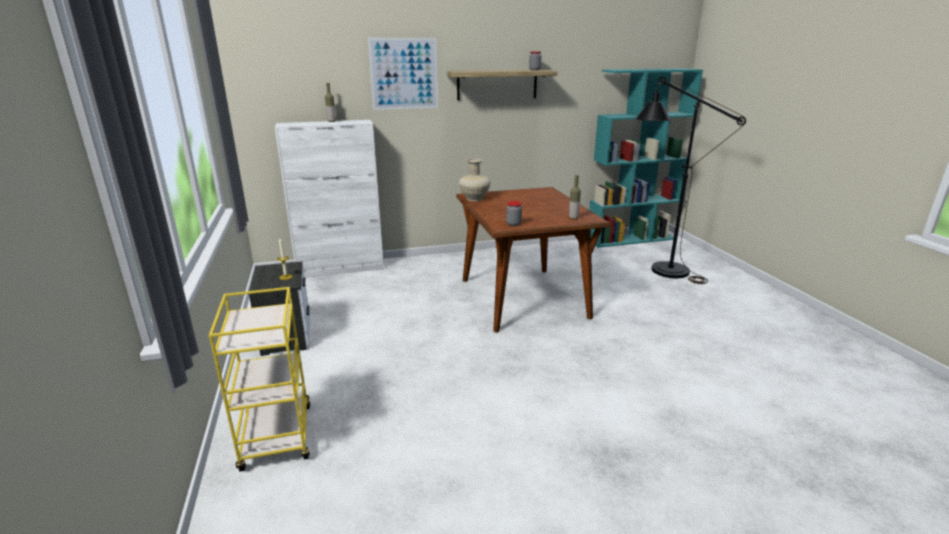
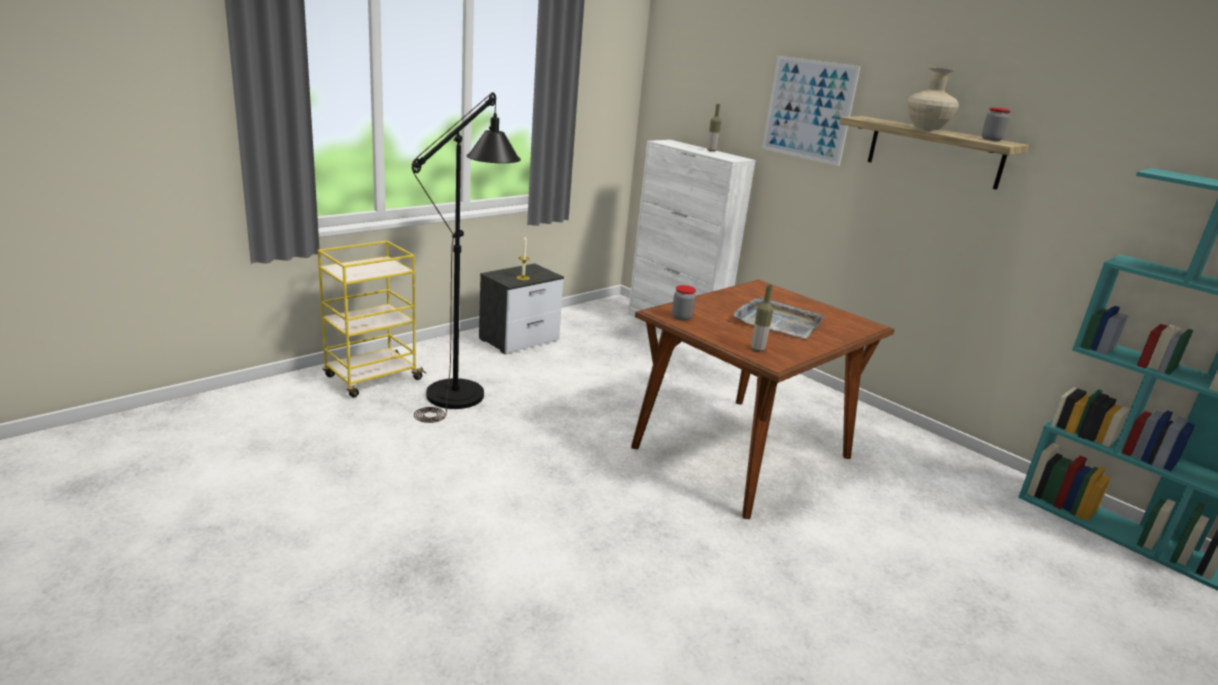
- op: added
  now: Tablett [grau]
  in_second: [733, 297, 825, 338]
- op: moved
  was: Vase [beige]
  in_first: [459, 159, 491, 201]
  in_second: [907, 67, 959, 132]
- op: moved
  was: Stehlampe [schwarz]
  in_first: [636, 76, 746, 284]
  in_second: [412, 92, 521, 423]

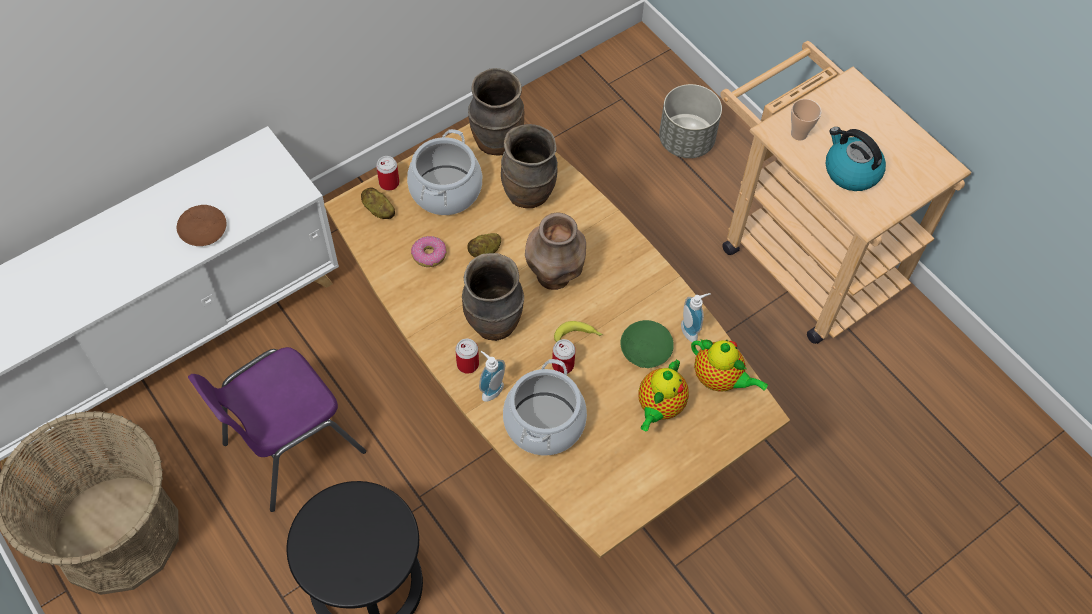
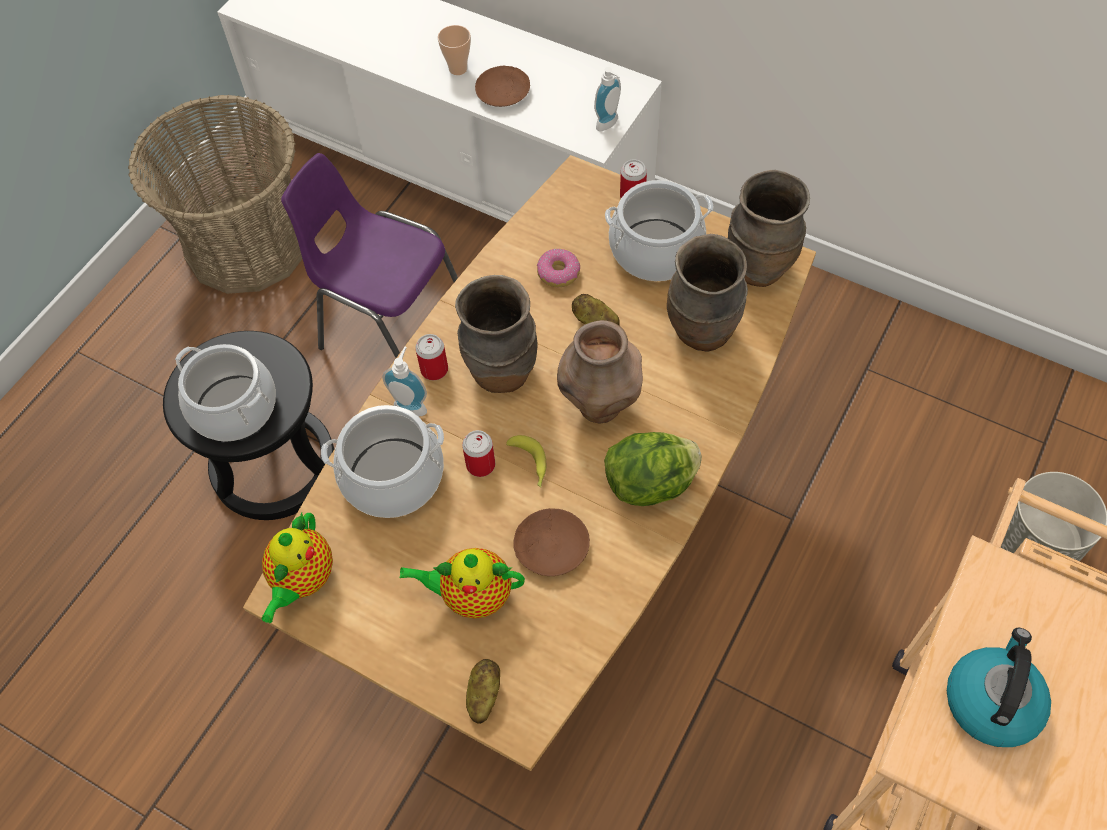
- op: added
  now: Kochtopf
  in_second: [175, 344, 276, 442]
- op: added
  now: Salatkopf
  in_second: [604, 432, 702, 506]
- op: moved
  was: Kartoffel
  in_first: [361, 187, 395, 219]
  in_second: [466, 659, 500, 724]
- op: moved
  was: Seifenspender
  in_first: [681, 293, 711, 342]
  in_second: [594, 67, 621, 131]
- op: moved
  was: Teekanne
  in_first: [691, 339, 768, 392]
  in_second: [261, 513, 333, 623]
- op: moved
  was: Tasse
  in_first: [791, 99, 821, 141]
  in_second: [438, 25, 471, 75]
- op: recoloured
  was: Teller [grün]
  now: Teller [braun]
  in_first: [620, 320, 674, 368]
  in_second: [513, 508, 590, 576]

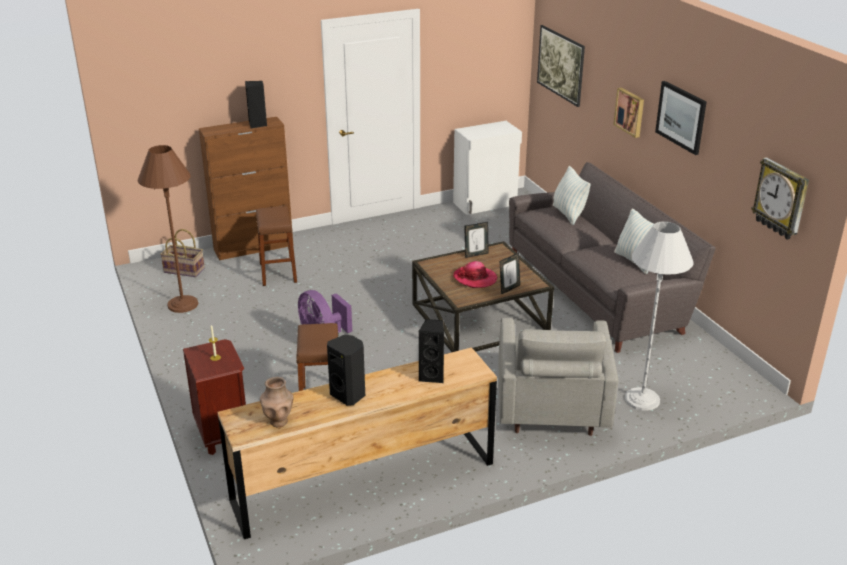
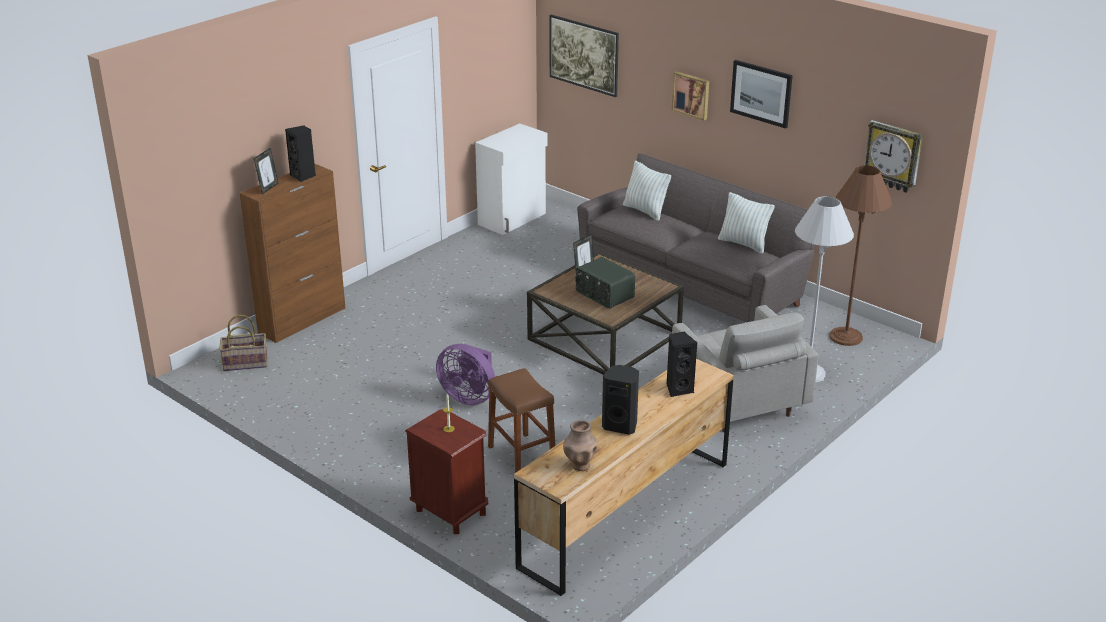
- op: removed
  was: Hocker [braun]
  in_first: [256, 206, 297, 286]
- op: moved
  was: Stehlampe [braun]
  in_first: [138, 145, 198, 313]
  in_second: [829, 165, 892, 346]
- op: moved
  was: Bilderrahmen
  in_first: [500, 253, 520, 294]
  in_second: [254, 148, 279, 194]
- op: replaced
  was: Hut
  now: Radio
  in_first: [453, 261, 497, 288]
  in_second: [575, 257, 635, 309]

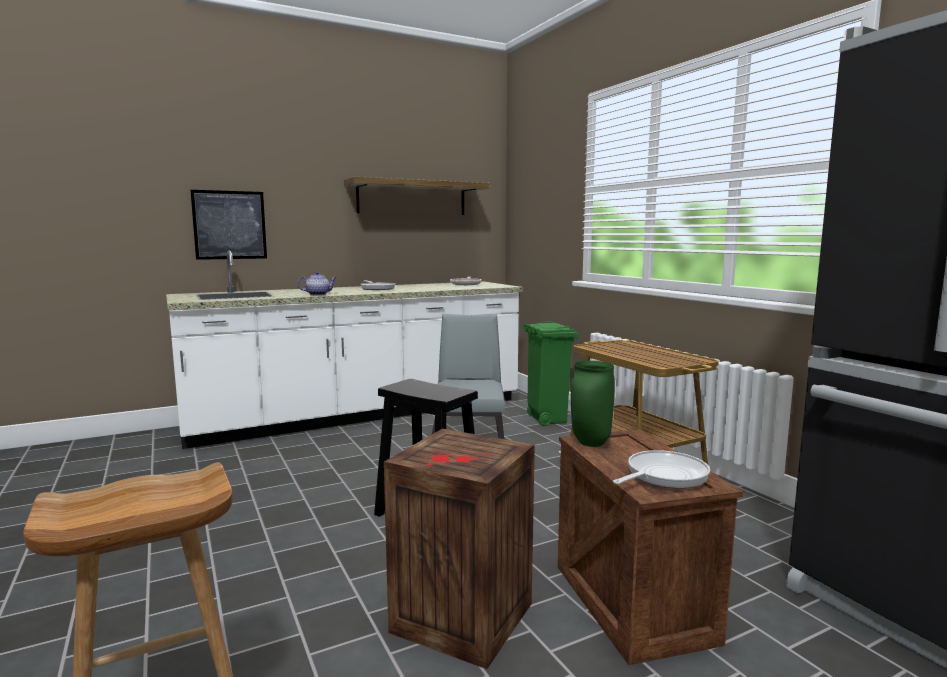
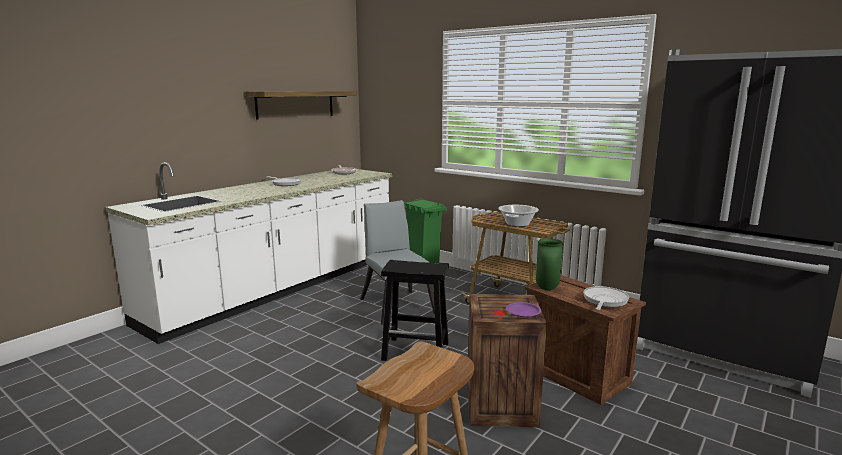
- op: removed
  was: Bild
  in_first: [190, 190, 267, 260]
- op: removed
  was: Teekanne
  in_first: [297, 272, 337, 295]
- op: added
  now: Kochtopf
  in_second: [498, 205, 539, 227]
- op: added
  now: Teller [lila]
  in_second: [506, 302, 541, 317]

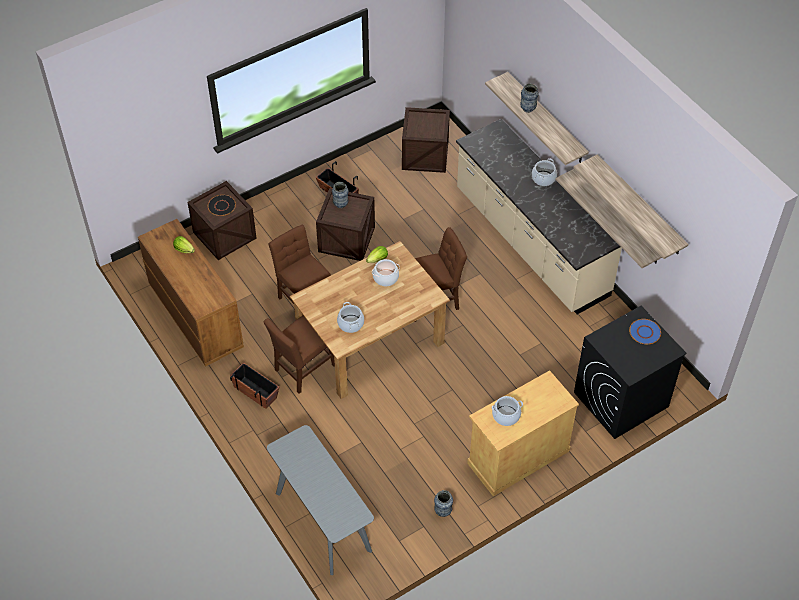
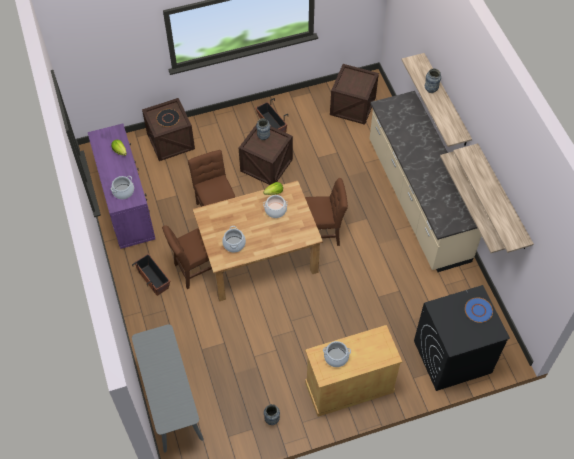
- op: moved
  was: Kochtopf
  in_first: [532, 158, 557, 186]
  in_second: [111, 176, 134, 199]
- op: recoloured
  was: Kommode [braun]
  now: Kommode [lila]
  in_first: [138, 219, 244, 366]
  in_second: [88, 124, 155, 249]

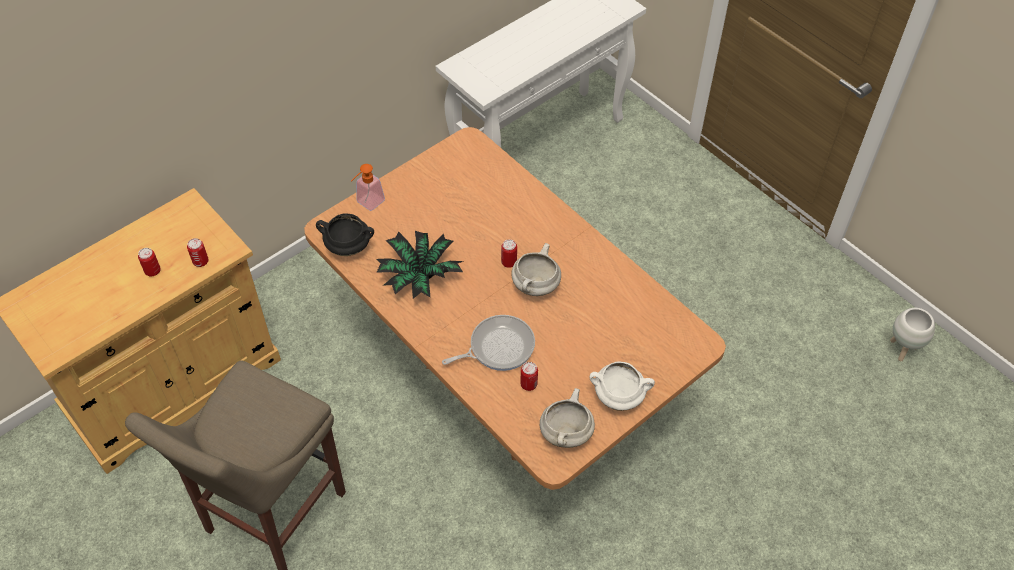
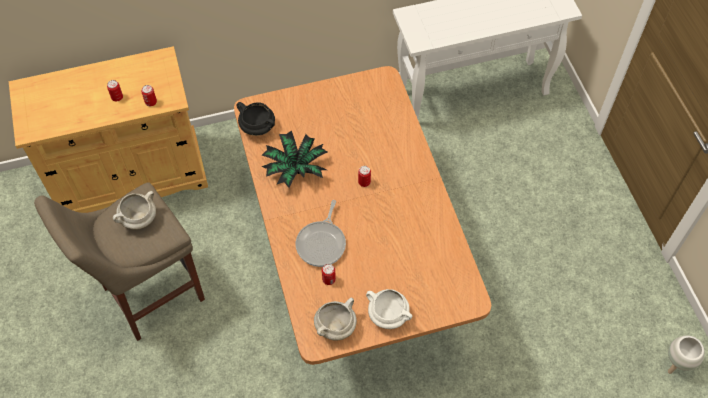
- op: removed
  was: Seifenspender
  in_first: [351, 164, 385, 211]
- op: moved
  was: Kochtopf [weiß]
  in_first: [511, 243, 561, 296]
  in_second: [113, 191, 156, 230]
- op: turned
  was: Pfanne
  in_first: [442, 315, 535, 371]
  in_second: [296, 200, 346, 267]
  clockwise: 105

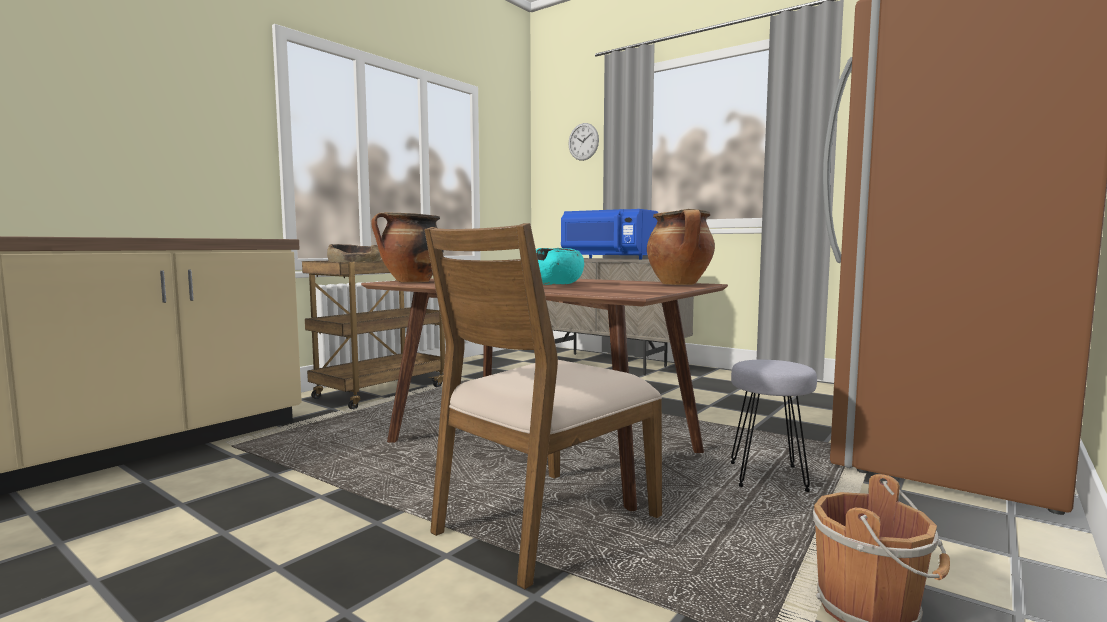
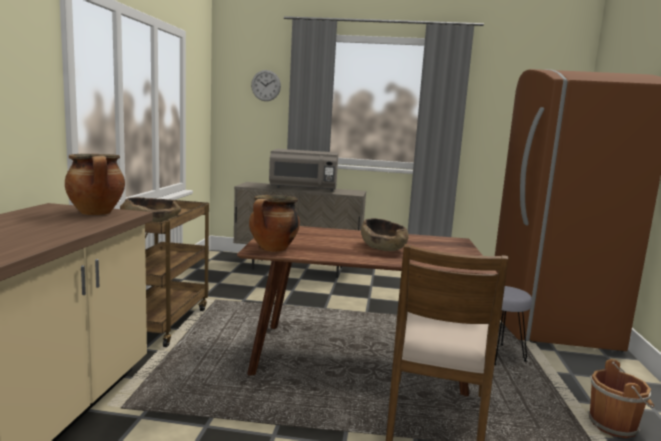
- op: moved
  was: Kochtopf
  in_first: [647, 209, 715, 285]
  in_second: [65, 154, 125, 215]
- op: recoloured
  was: Schüssel [türkis]
  now: Schüssel [braun]
  in_first: [536, 248, 584, 285]
  in_second: [361, 218, 409, 251]
- op: recoloured
  was: Mikrowelle [blau]
  now: Mikrowelle [grau]
  in_first: [561, 209, 658, 259]
  in_second: [269, 149, 338, 192]

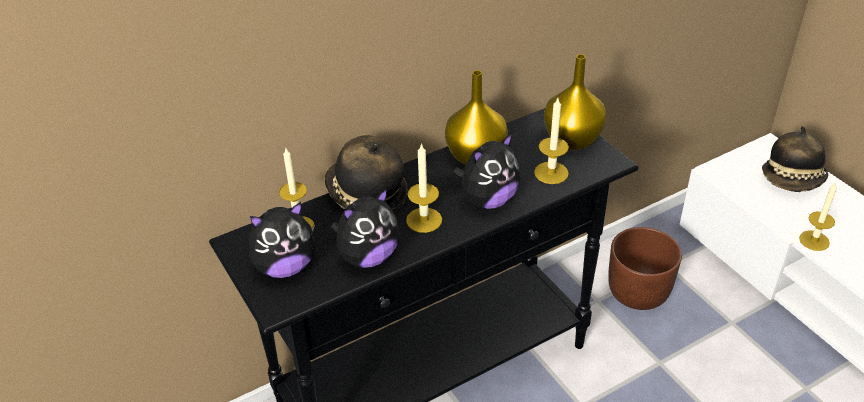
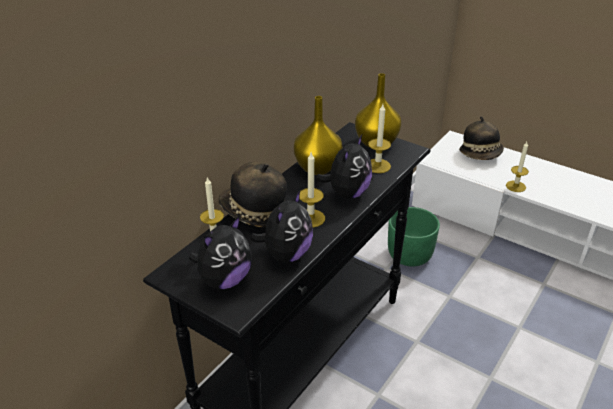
- op: recoloured
  was: Pflanzkübel [braun]
  now: Pflanzkübel [grün]
  in_first: [608, 227, 682, 310]
  in_second: [388, 207, 440, 267]

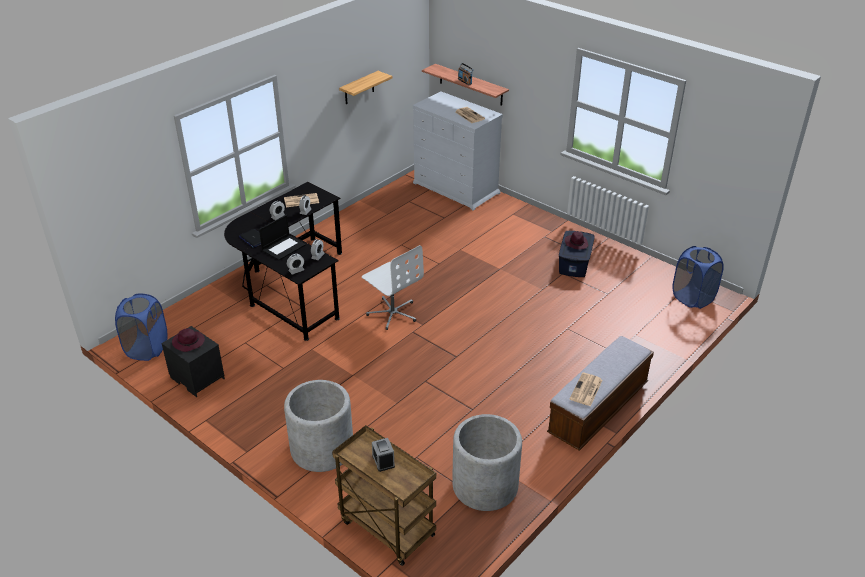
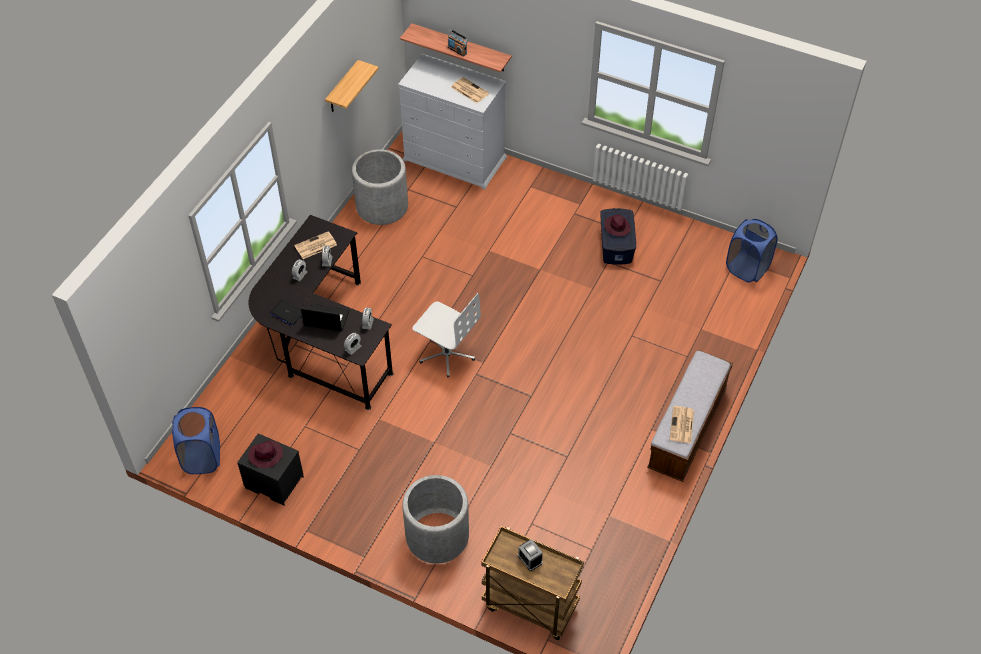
- op: moved
  was: Pflanzkübel [grau]
  in_first: [452, 414, 522, 511]
  in_second: [352, 149, 408, 225]
- op: turned
  was: Laptop
  in_first: [259, 215, 306, 260]
  in_second: [301, 304, 349, 332]
  clockwise: -105

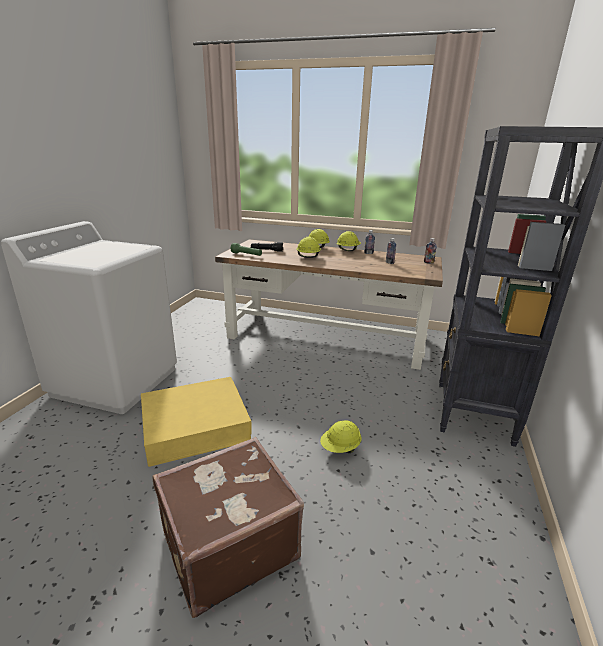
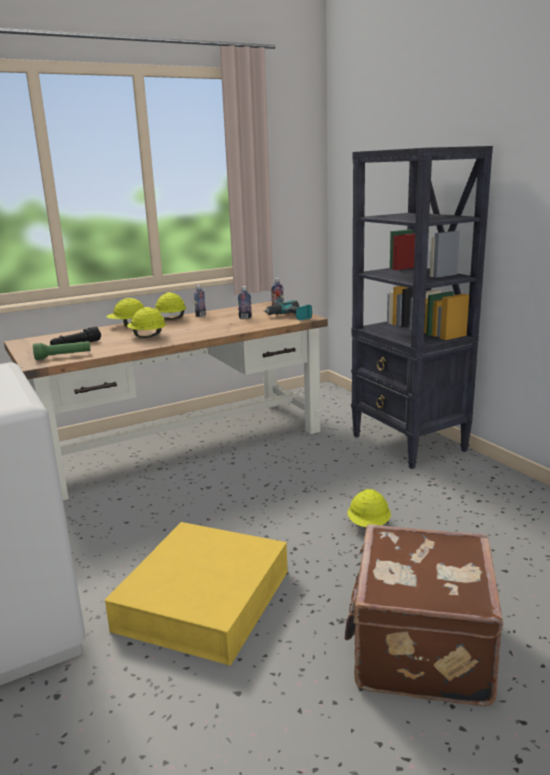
- op: added
  now: Bohrmaschine
  in_second: [263, 300, 312, 321]

